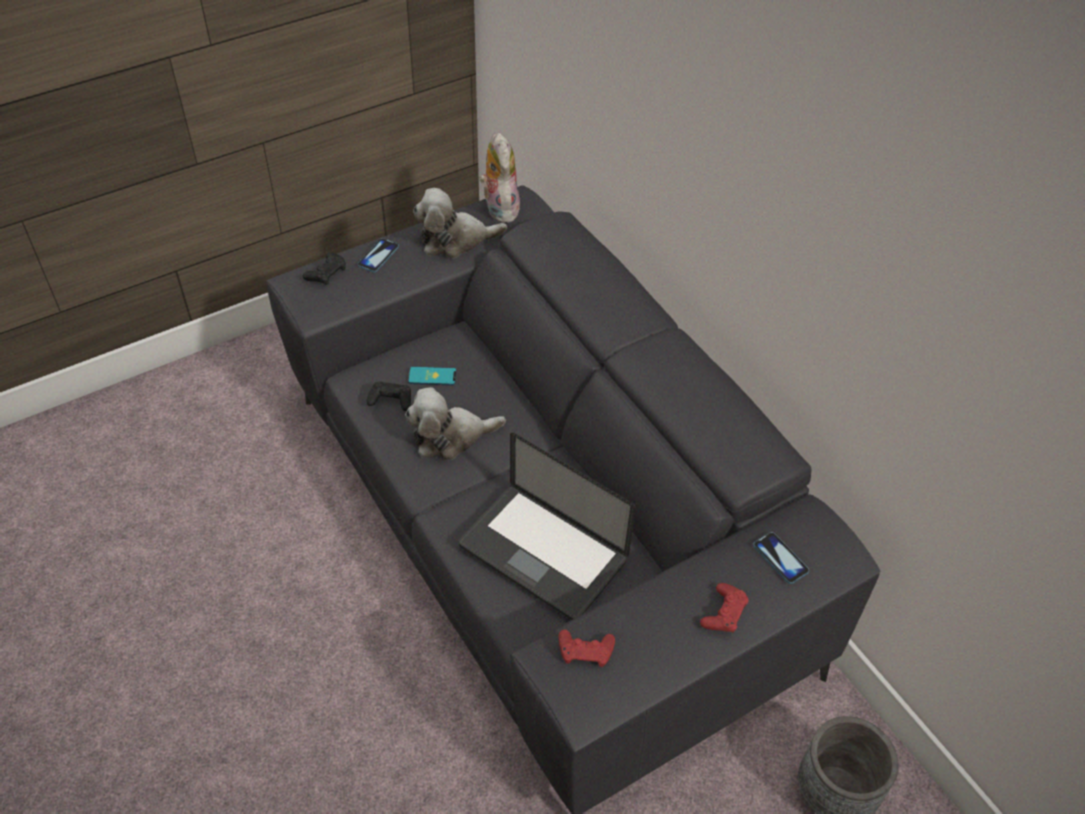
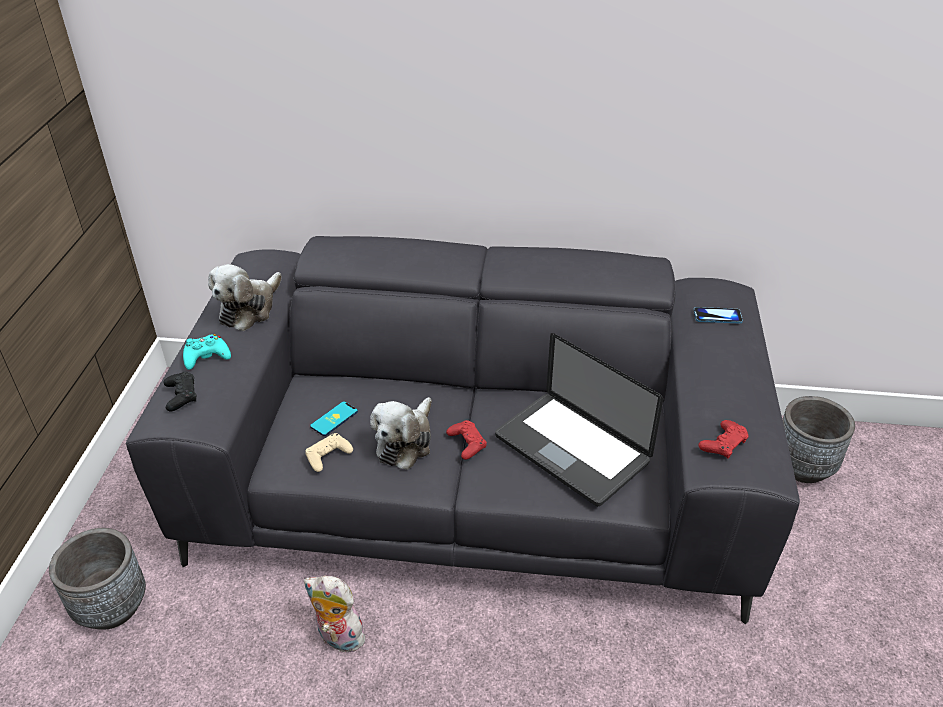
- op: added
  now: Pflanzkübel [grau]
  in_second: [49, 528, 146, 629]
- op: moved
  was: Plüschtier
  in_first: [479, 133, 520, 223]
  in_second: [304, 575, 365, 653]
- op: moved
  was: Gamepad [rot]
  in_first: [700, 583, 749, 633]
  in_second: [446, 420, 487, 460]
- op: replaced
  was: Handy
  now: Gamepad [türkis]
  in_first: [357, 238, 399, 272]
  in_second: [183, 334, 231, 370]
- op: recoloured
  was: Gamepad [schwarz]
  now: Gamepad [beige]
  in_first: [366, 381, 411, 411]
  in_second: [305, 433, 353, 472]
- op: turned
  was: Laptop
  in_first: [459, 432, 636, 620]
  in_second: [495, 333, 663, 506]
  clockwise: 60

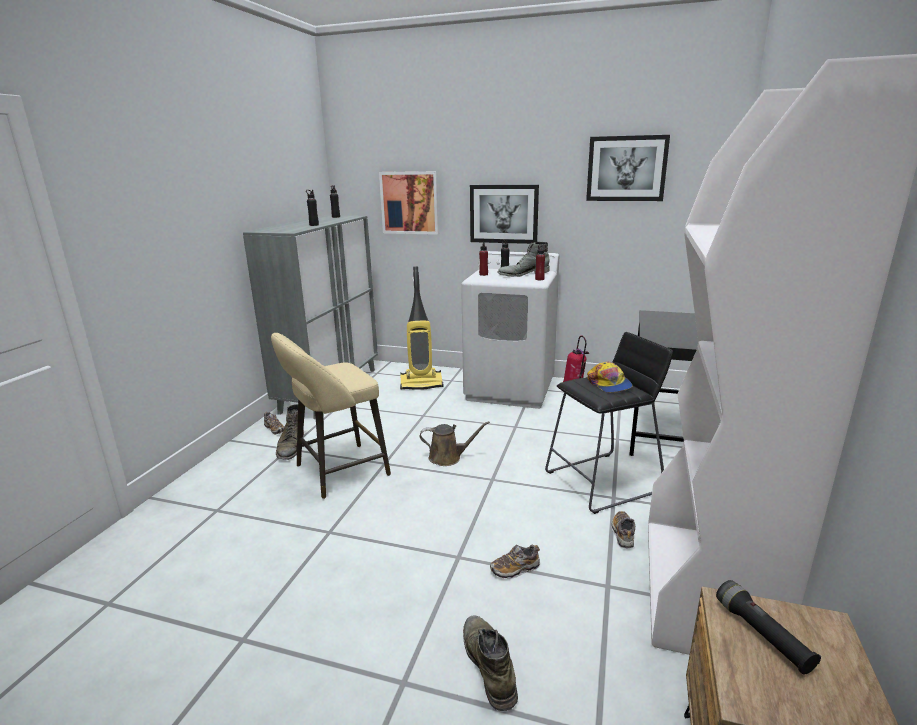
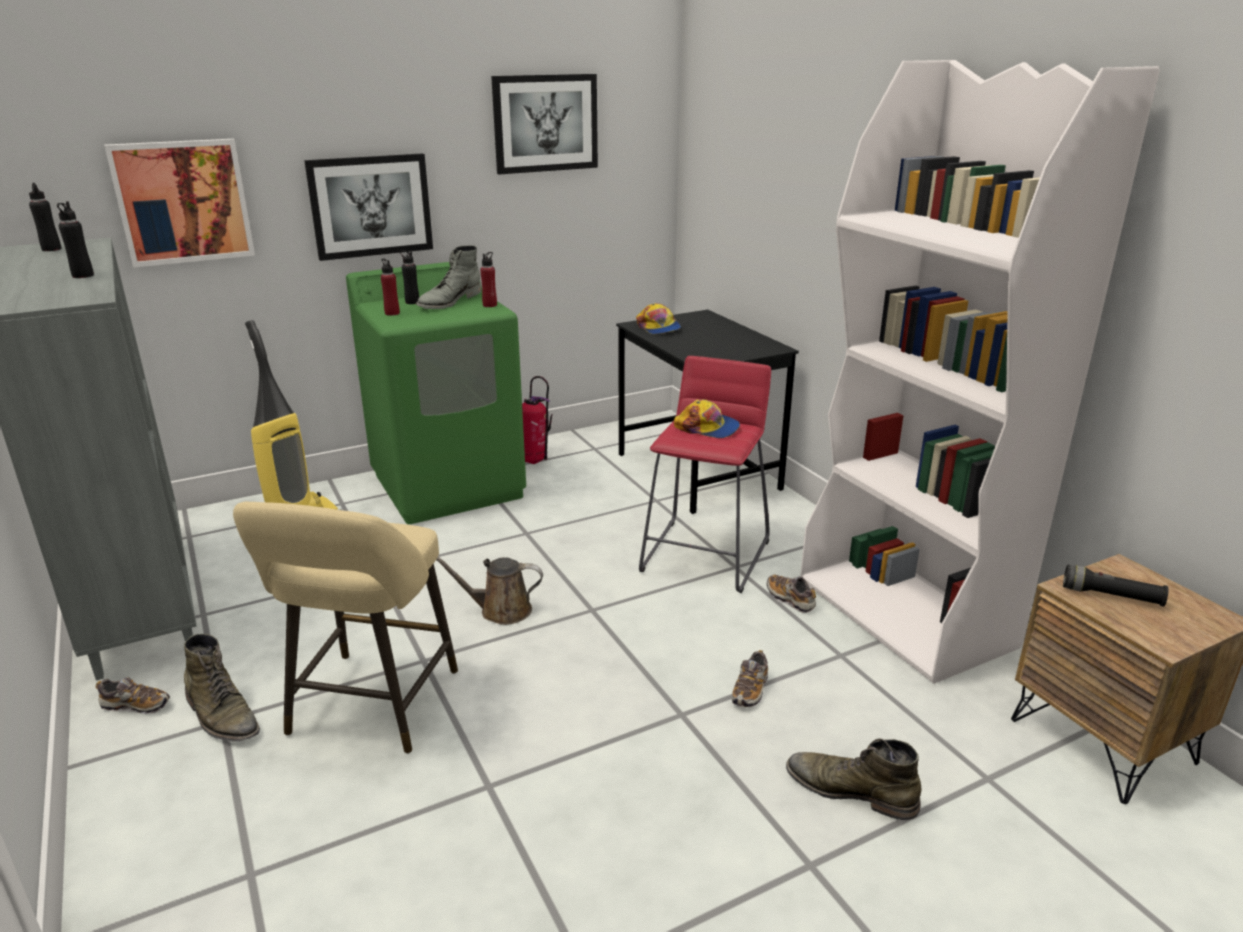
- op: added
  now: Kappe
  in_second: [636, 303, 681, 334]
- op: recoloured
  was: Waschmaschine [weiß]
  now: Waschmaschine [grün]
  in_first: [461, 251, 559, 409]
  in_second: [346, 262, 526, 524]
- op: recoloured
  was: Hocker [schwarz]
  now: Hocker [rot]
  in_first: [545, 332, 673, 514]
  in_second: [639, 356, 771, 593]
- op: turned
  was: Gießkanne [braun]
  in_first: [420, 421, 490, 466]
  in_second: [436, 557, 543, 625]
  clockwise: -135

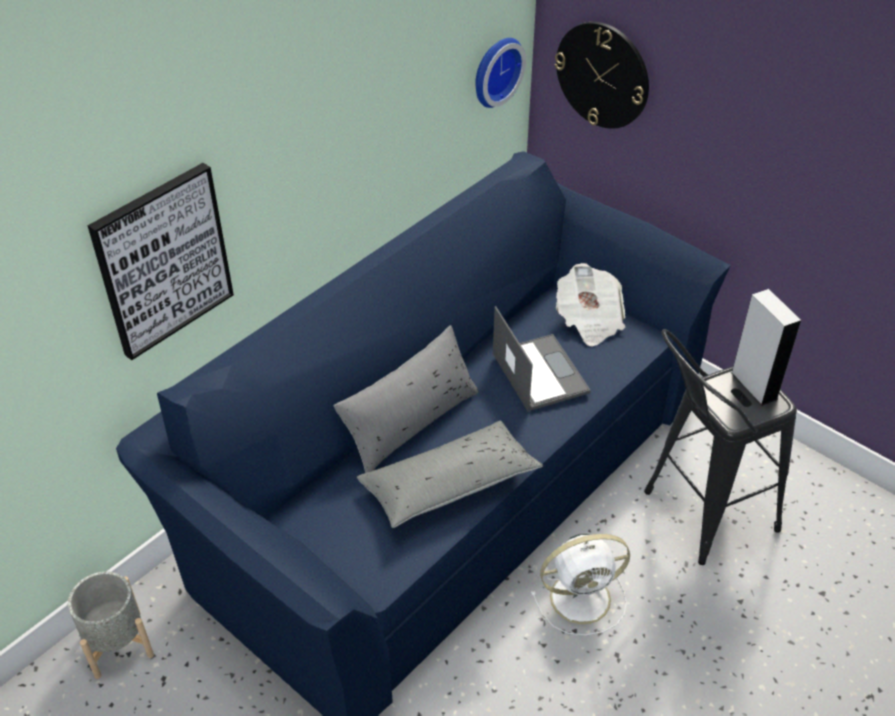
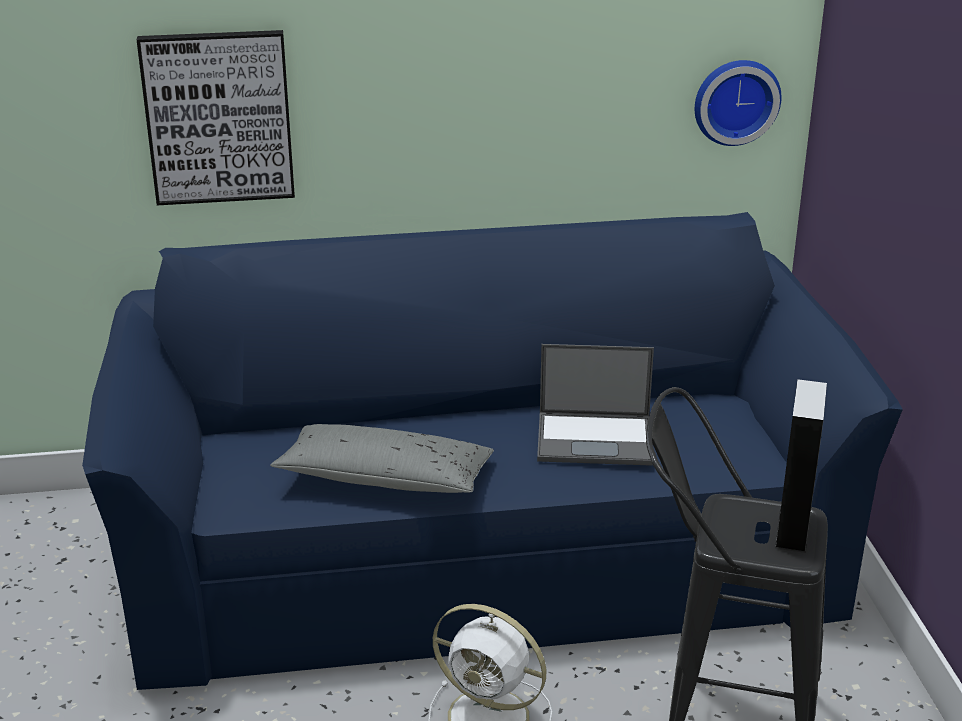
- op: removed
  was: Pflanzkübel [grau]
  in_first: [68, 571, 154, 679]
- op: removed
  was: Kissen [grau]
  in_first: [334, 325, 479, 473]
- op: removed
  was: Wanduhr
  in_first: [555, 22, 649, 129]
- op: removed
  was: Zeitung
  in_first: [556, 263, 625, 347]
- op: turned
  was: Laptop
  in_first: [493, 306, 591, 411]
  in_second: [537, 344, 654, 466]
  clockwise: 75

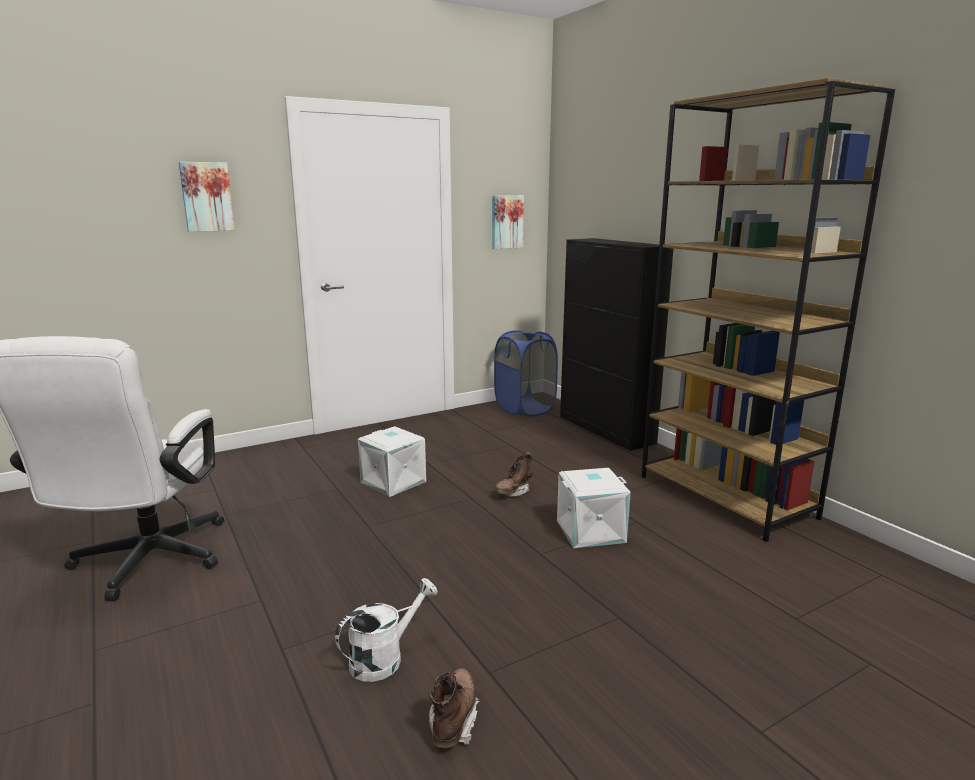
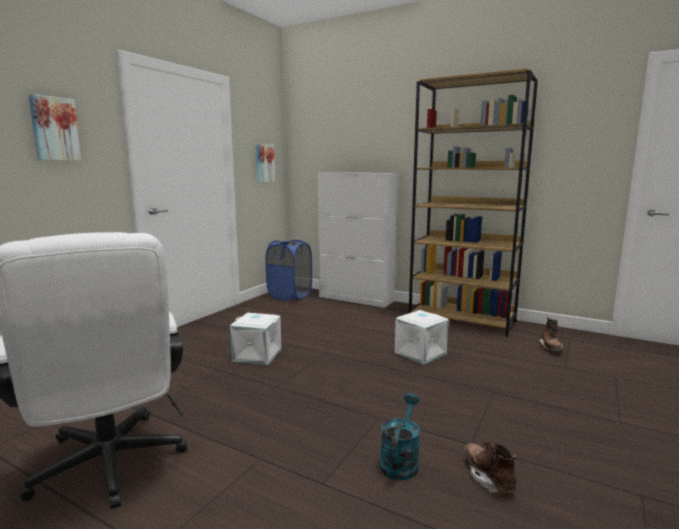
- op: moved
  was: Stiefel [braun]
  in_first: [494, 452, 533, 497]
  in_second: [539, 317, 563, 351]
- op: recoloured
  was: Gießkanne [weiß]
  now: Gießkanne [türkis]
  in_first: [335, 578, 438, 682]
  in_second: [380, 393, 420, 480]
- op: recoloured
  was: Schrank [schwarz]
  now: Schrank [weiß]
  in_first: [560, 238, 673, 451]
  in_second: [318, 173, 397, 308]

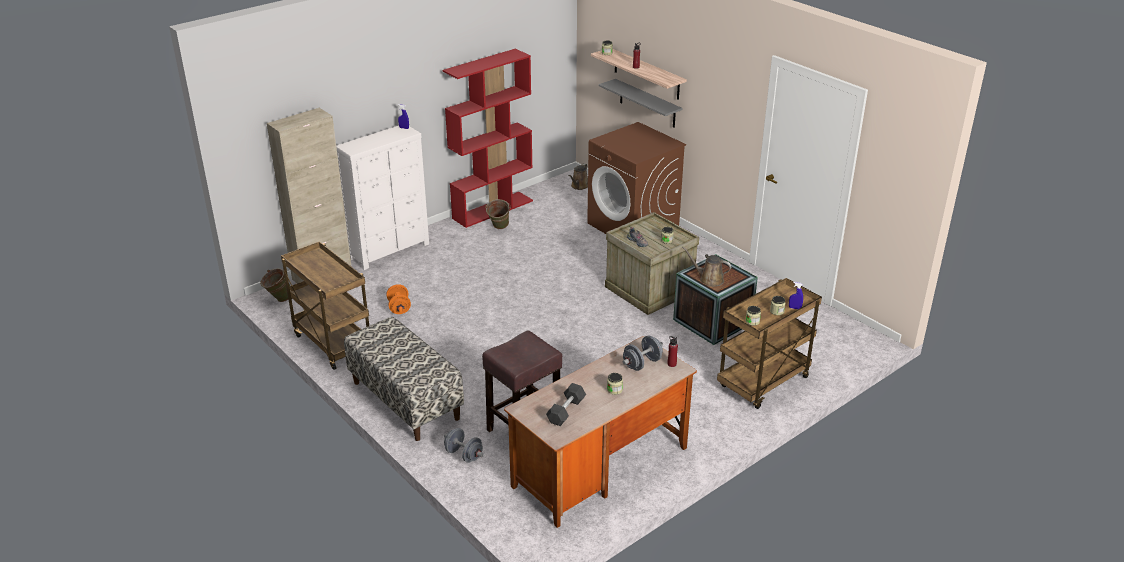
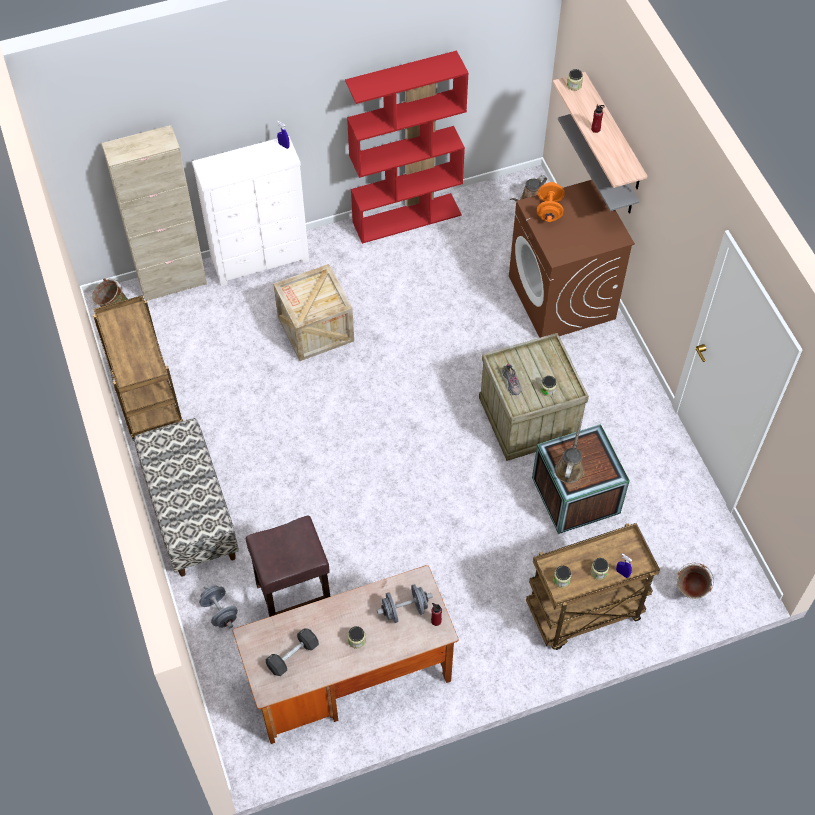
- op: added
  now: Kiste
  in_second: [273, 264, 354, 361]
- op: moved
  was: Hantel [orange]
  in_first: [386, 284, 411, 314]
  in_second: [537, 182, 565, 222]
- op: moved
  was: Eimer [grün]
  in_first: [485, 199, 511, 229]
  in_second: [677, 563, 714, 599]
- op: turned
  was: Gießkanne [braun]
  in_first: [682, 247, 731, 287]
  in_second: [555, 418, 584, 483]
  clockwise: 60

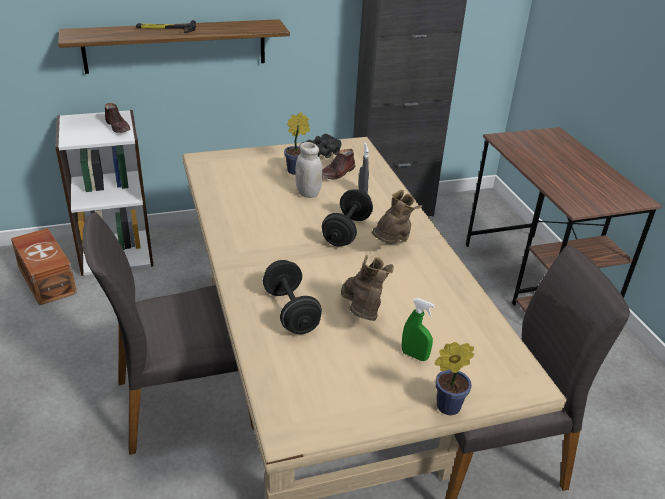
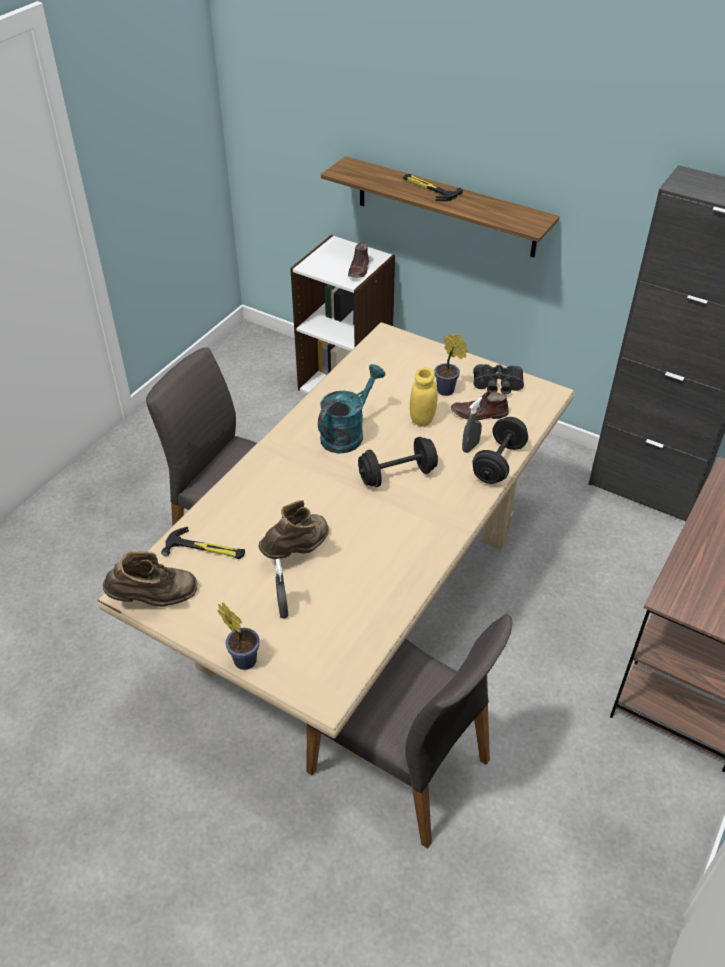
- op: removed
  was: Aufbewahrungsbox [braun]
  in_first: [11, 228, 77, 306]
- op: added
  now: Hammer
  in_second: [161, 527, 245, 559]
- op: added
  now: Gießkanne [türkis]
  in_second: [318, 364, 385, 454]
- op: moved
  was: Hantel [schwarz]
  in_first: [263, 260, 322, 334]
  in_second: [473, 417, 528, 484]
- op: moved
  was: Stiefel [braun]
  in_first: [372, 190, 423, 244]
  in_second: [103, 551, 197, 607]
- op: recoloured
  was: Vorratsglas [weiß]
  now: Vorratsglas [gelb]
  in_first: [295, 142, 322, 198]
  in_second: [410, 367, 438, 427]
- op: recoloured
  was: Sprühflasche [grün]
  now: Sprühflasche [grau]
  in_first: [402, 298, 435, 361]
  in_second: [276, 559, 288, 618]

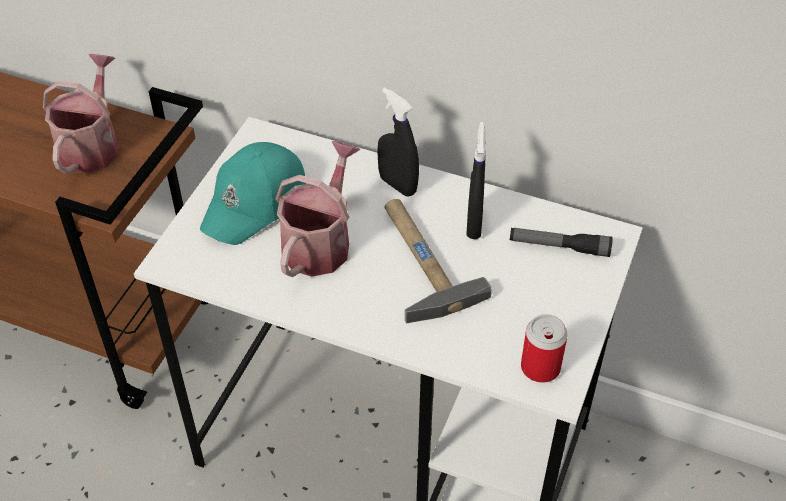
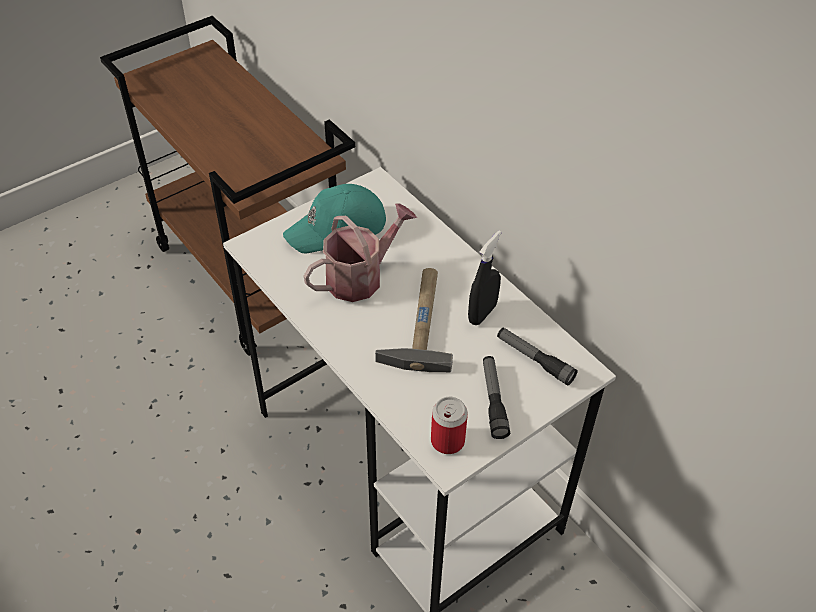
- op: removed
  was: Gießkanne
  in_first: [43, 54, 118, 174]
- op: removed
  was: Sprühflasche [schwarz]
  in_first: [377, 87, 419, 196]
- op: added
  now: Taschenlampe
  in_second: [483, 356, 510, 439]

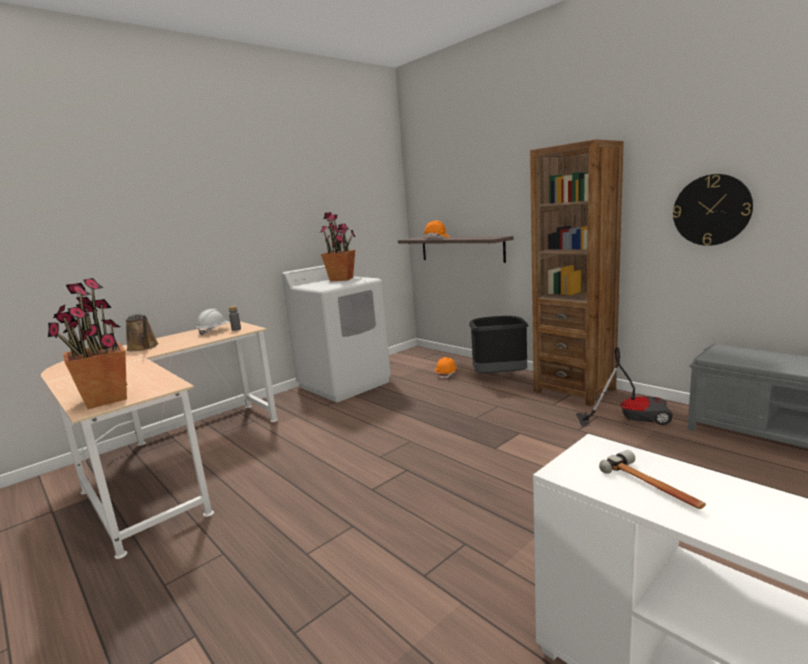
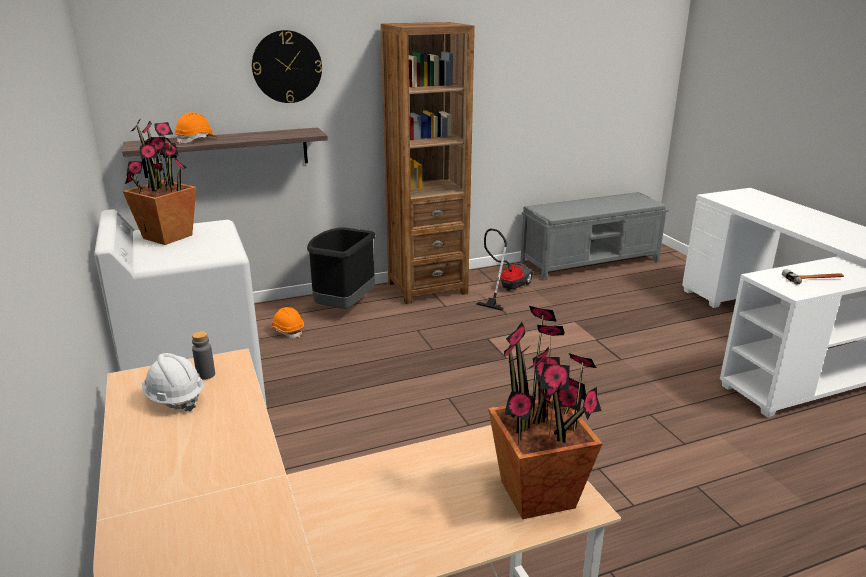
- op: removed
  was: Gießkanne [braun]
  in_first: [126, 314, 159, 351]
- op: moved
  was: Wanduhr
  in_first: [673, 174, 753, 246]
  in_second: [252, 30, 322, 103]

